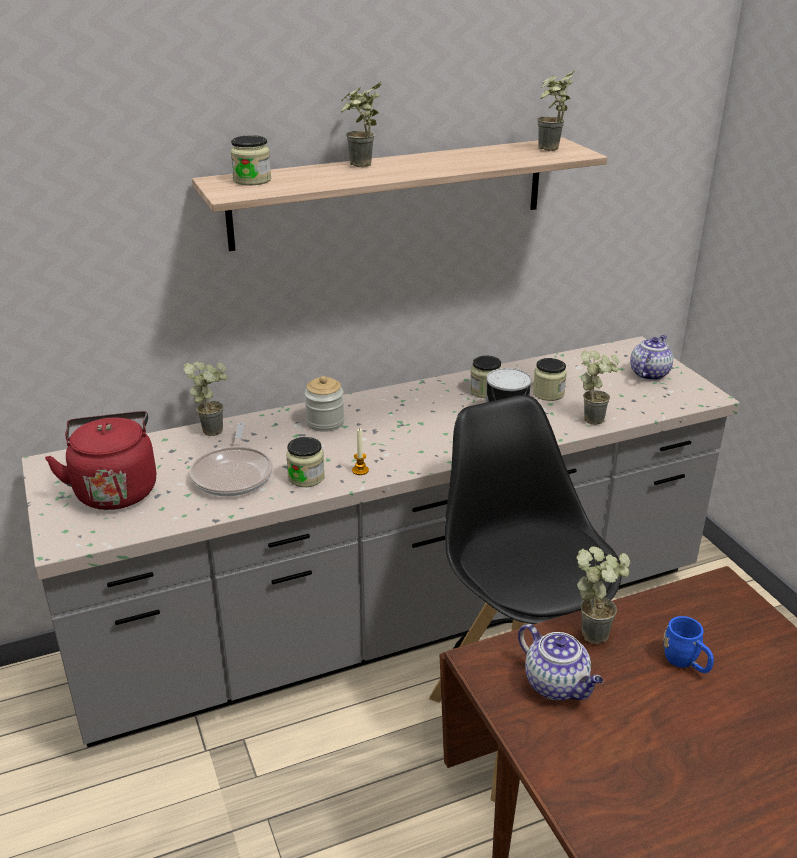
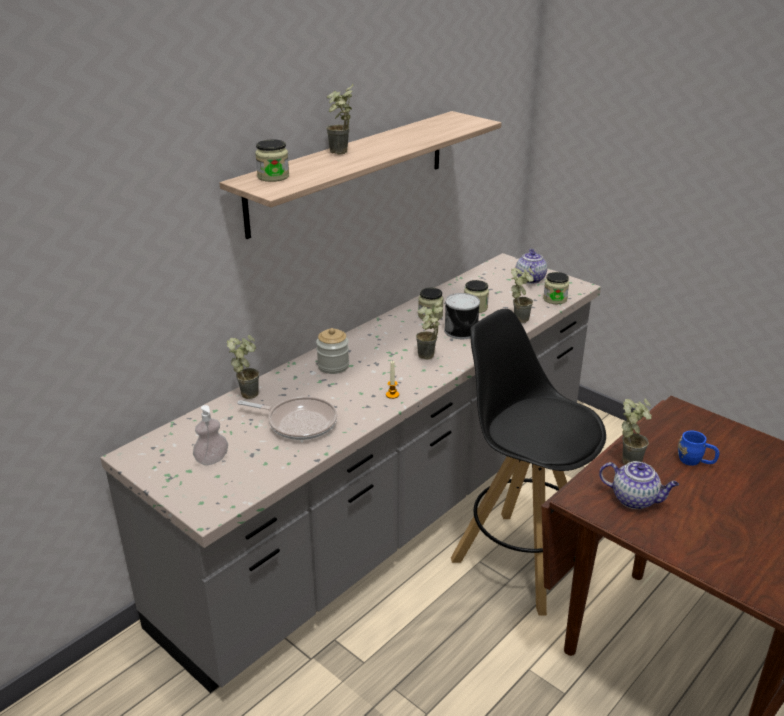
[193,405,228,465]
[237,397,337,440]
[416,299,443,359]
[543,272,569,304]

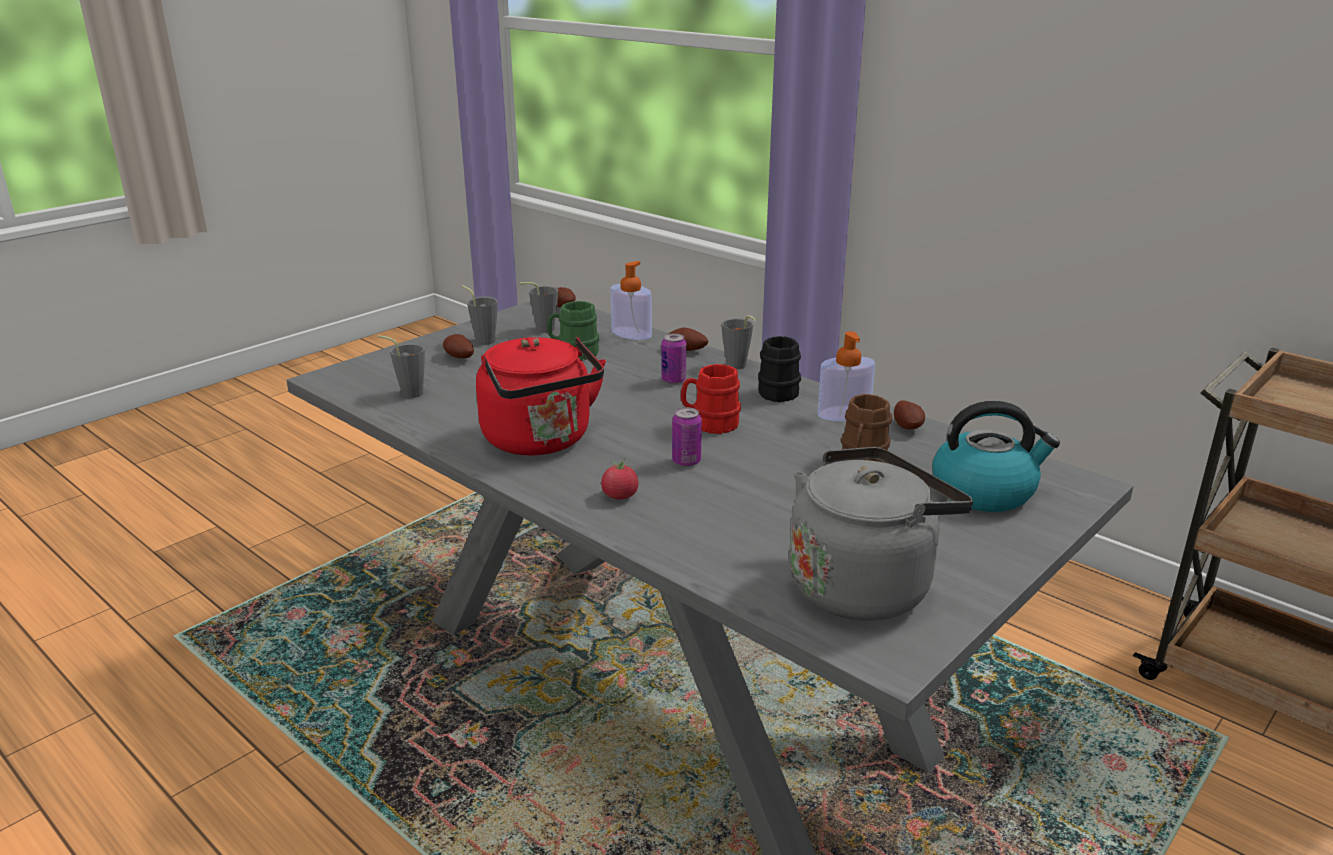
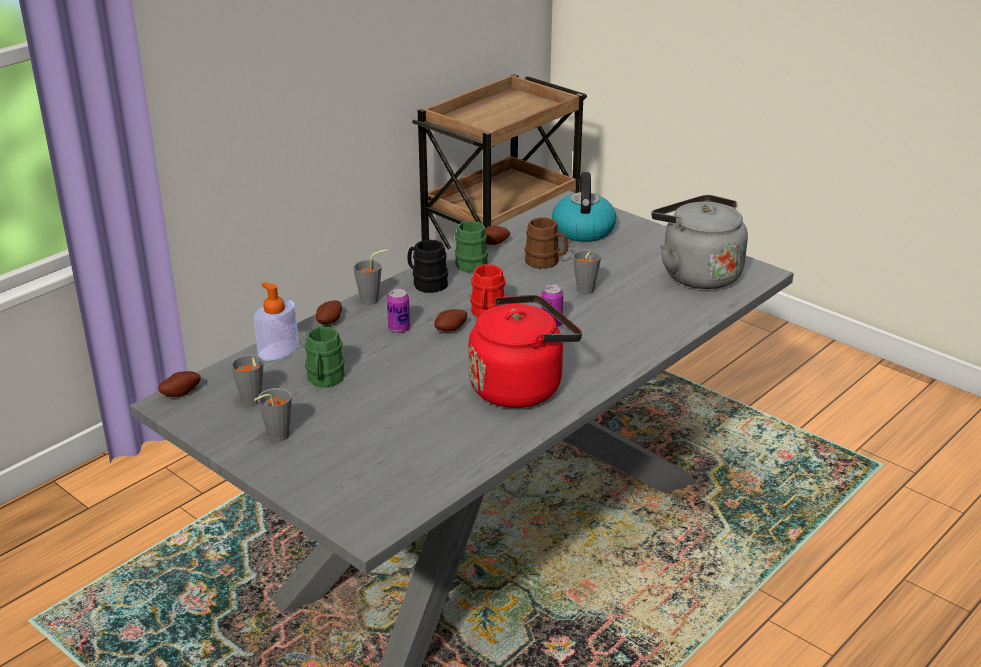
[434,309,467,331]
[455,221,488,273]
[573,250,601,294]
[601,459,638,499] (first image)

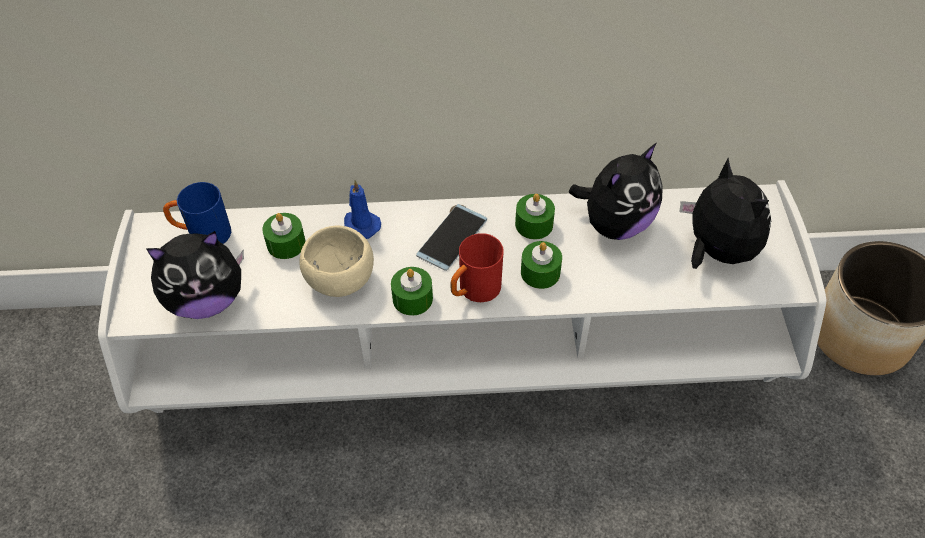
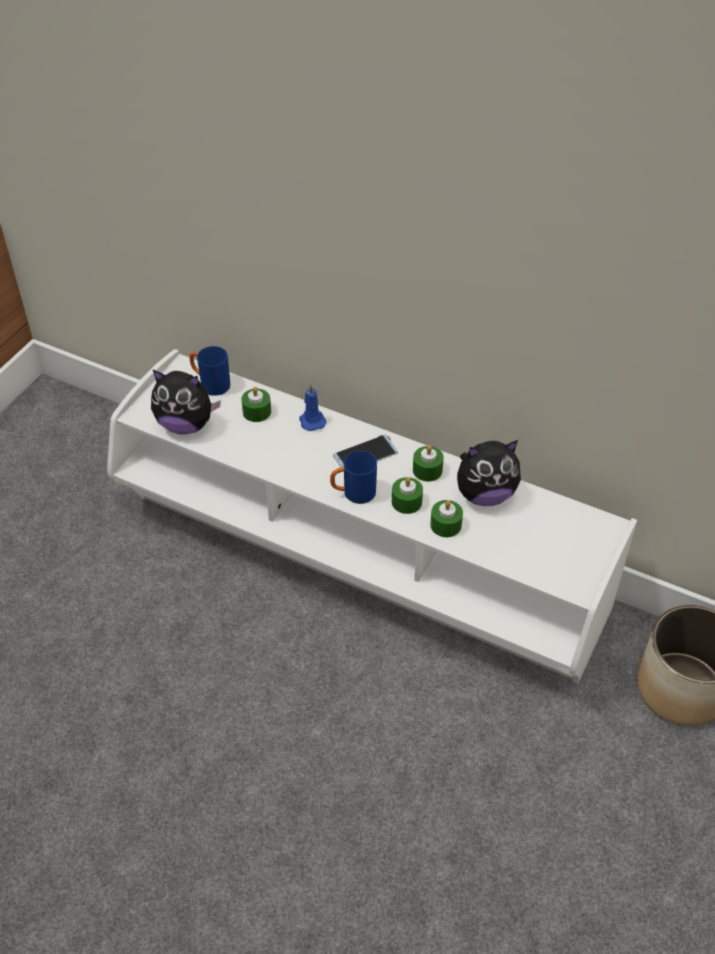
[330,451,377,504]
[430,500,463,537]
[299,225,374,297] (first image)
[679,158,771,269] (first image)

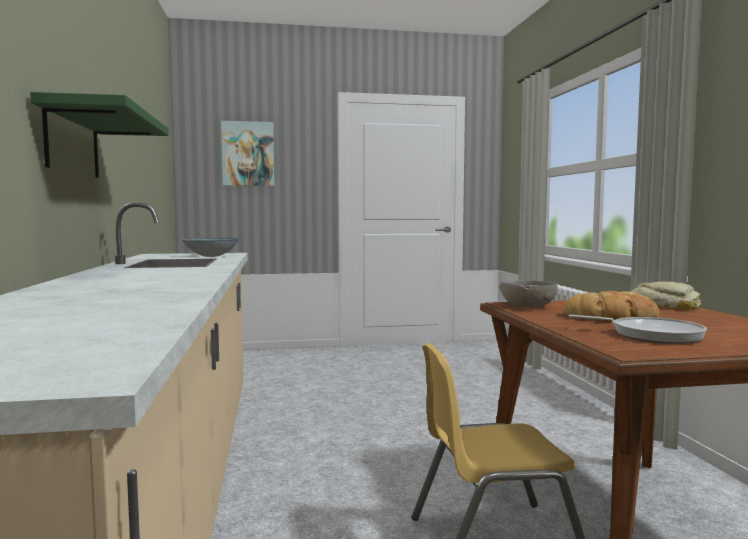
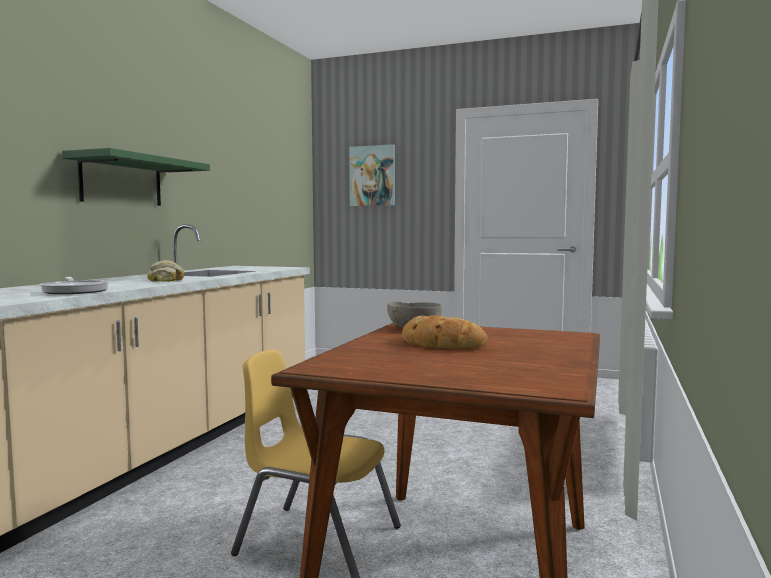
[40,277,109,294]
[147,260,184,281]
[182,238,239,257] (first image)

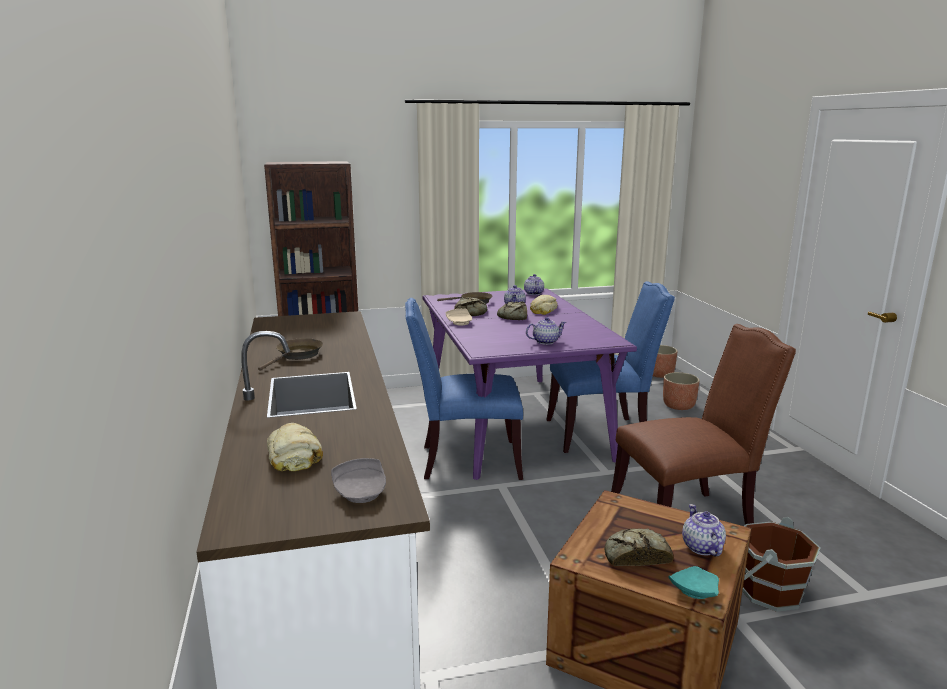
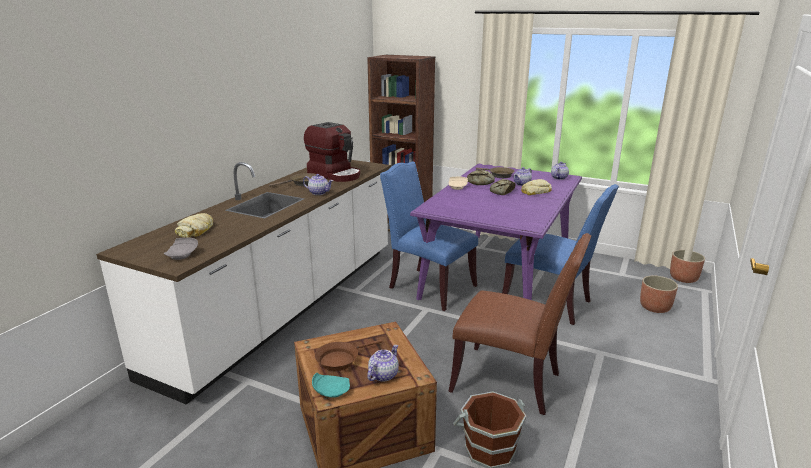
[303,174,333,195]
[304,122,360,182]
[315,340,382,371]

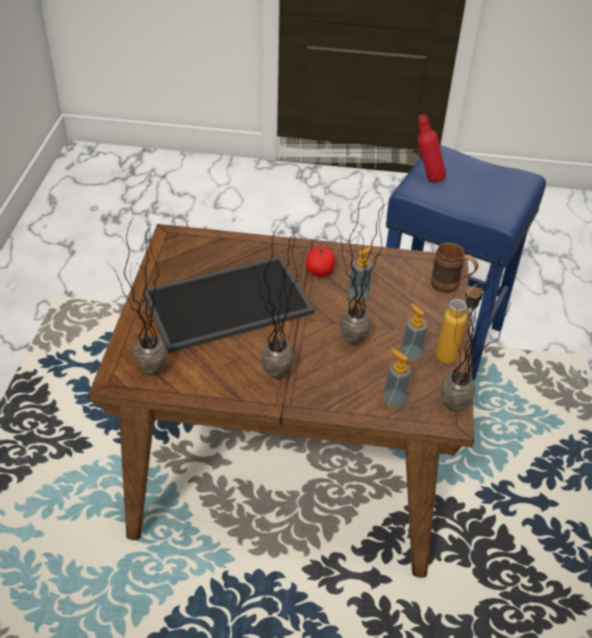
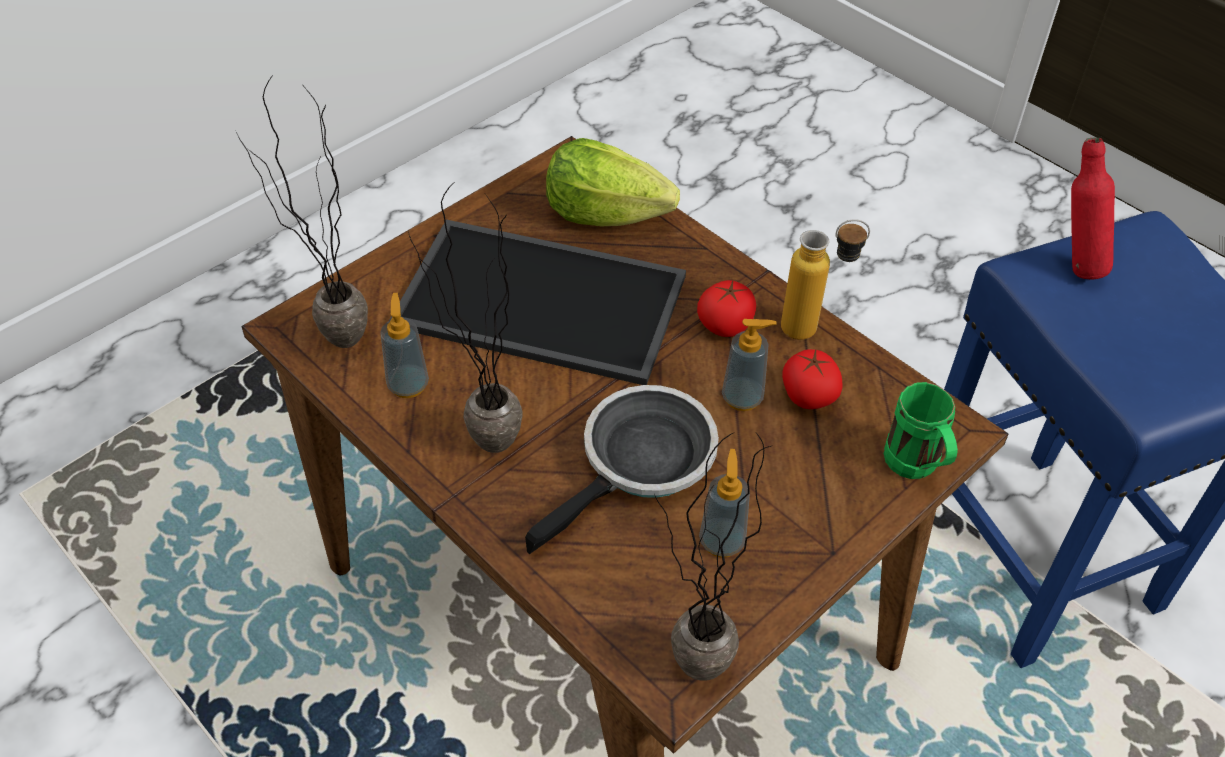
[380,293,429,398]
[525,385,719,554]
[546,138,680,226]
[781,219,870,340]
[782,349,842,409]
[883,382,958,479]

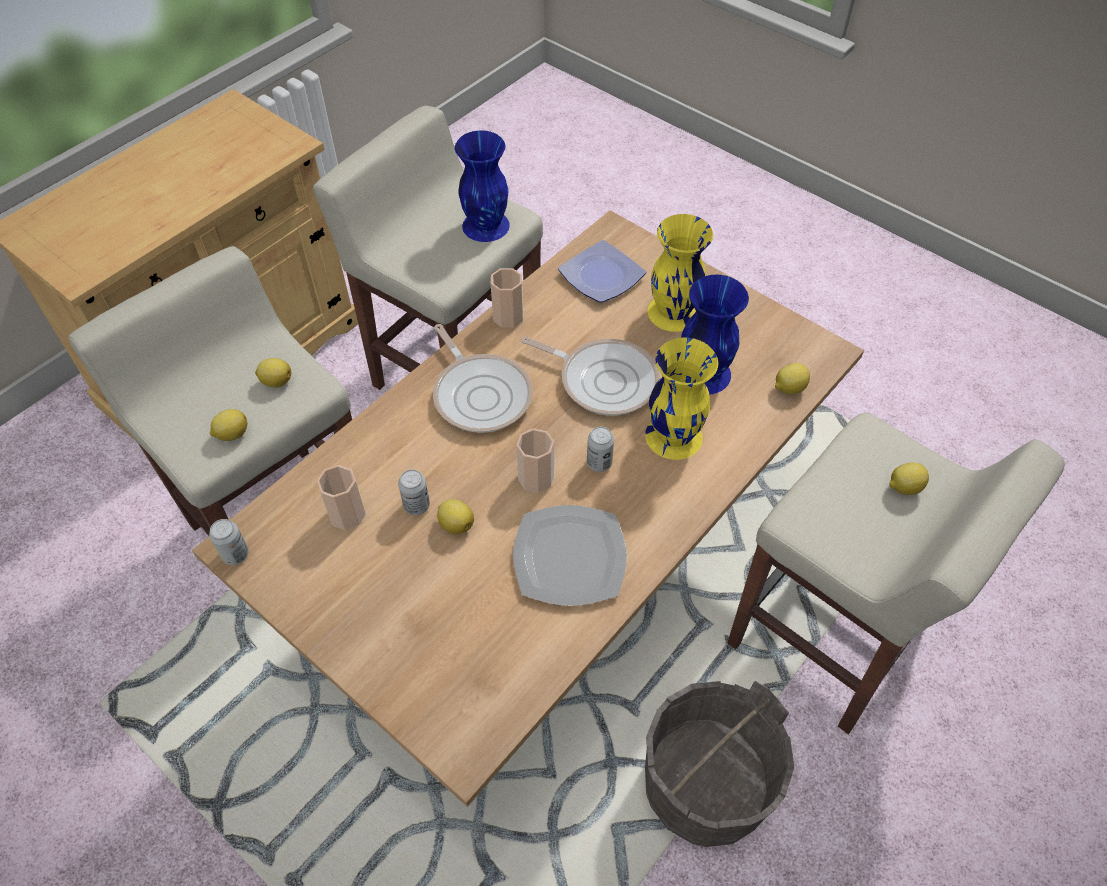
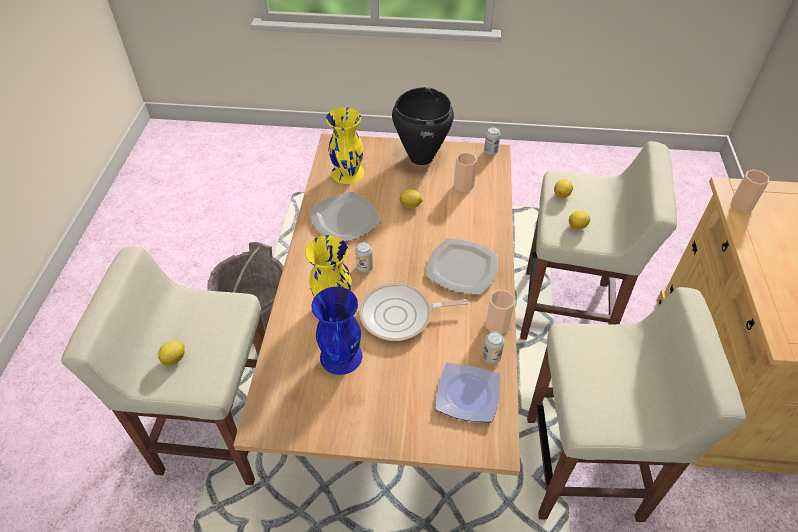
[326,107,364,184]
[392,87,454,165]
[426,238,499,295]
[483,331,505,364]
[731,170,769,212]
[455,130,510,242] (first image)
[775,363,810,394] (first image)

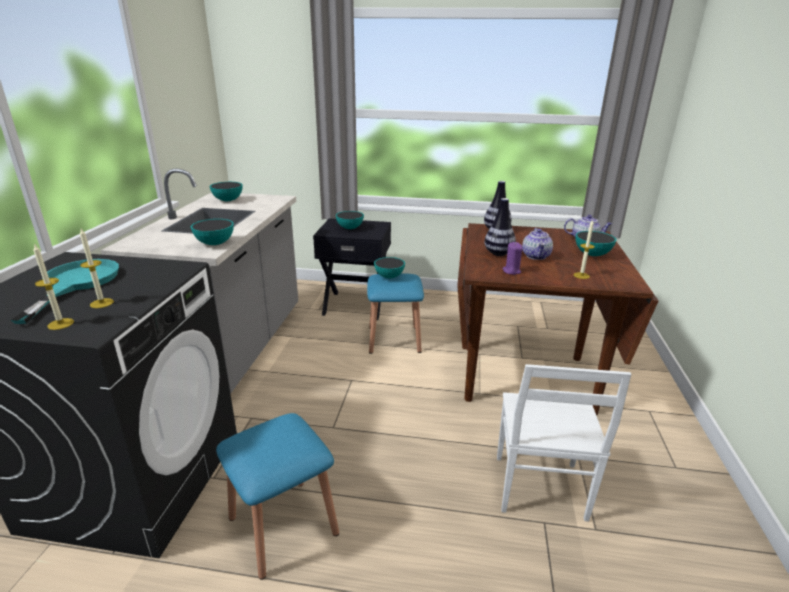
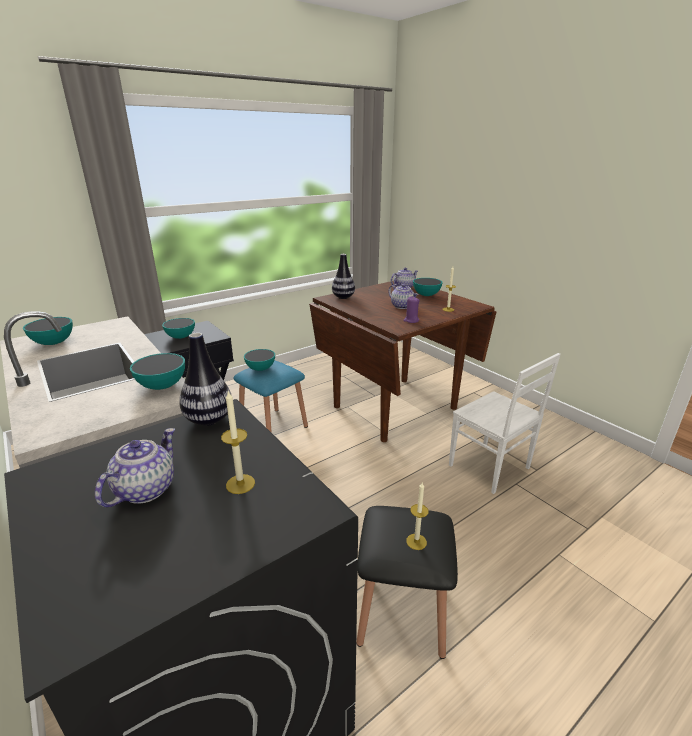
[95,428,175,507]
[179,333,232,426]
[356,506,458,659]
[406,483,429,550]

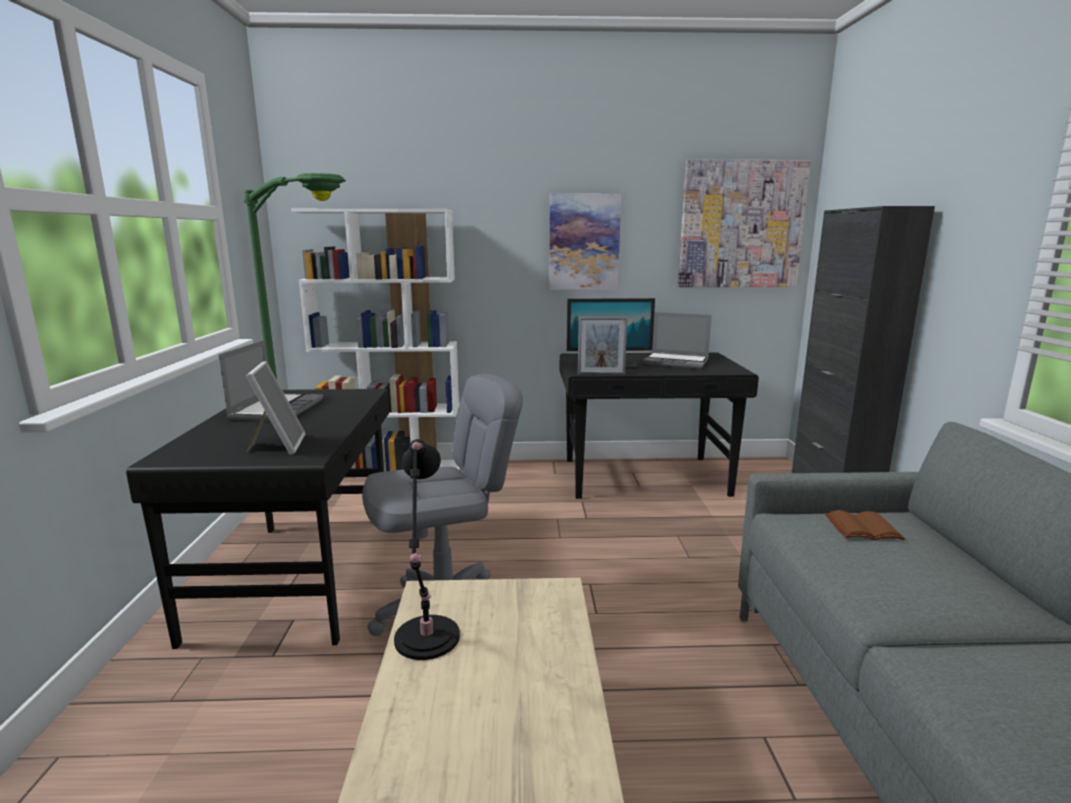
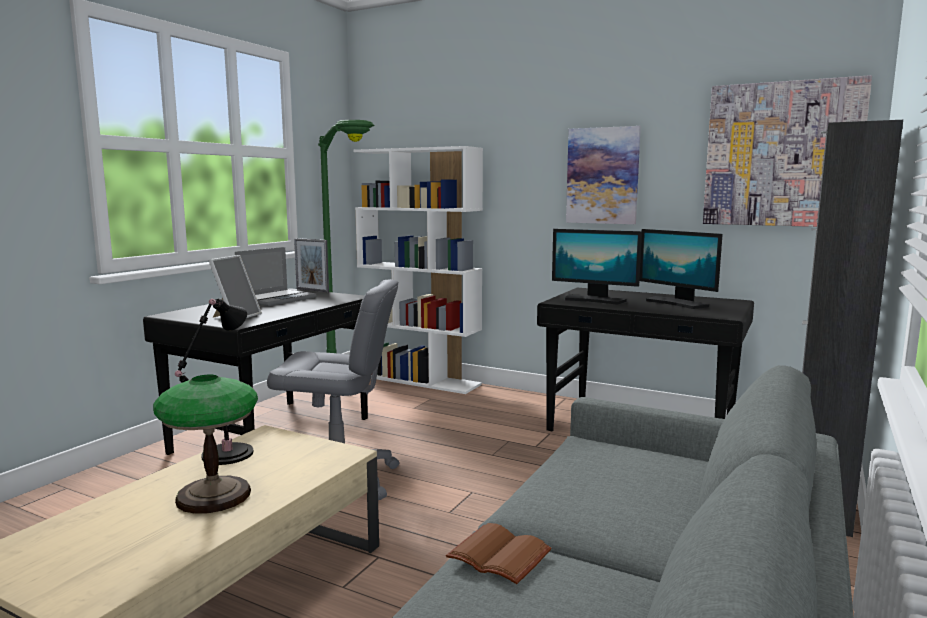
[153,375,258,514]
[294,238,329,292]
[446,523,552,584]
[639,229,723,309]

